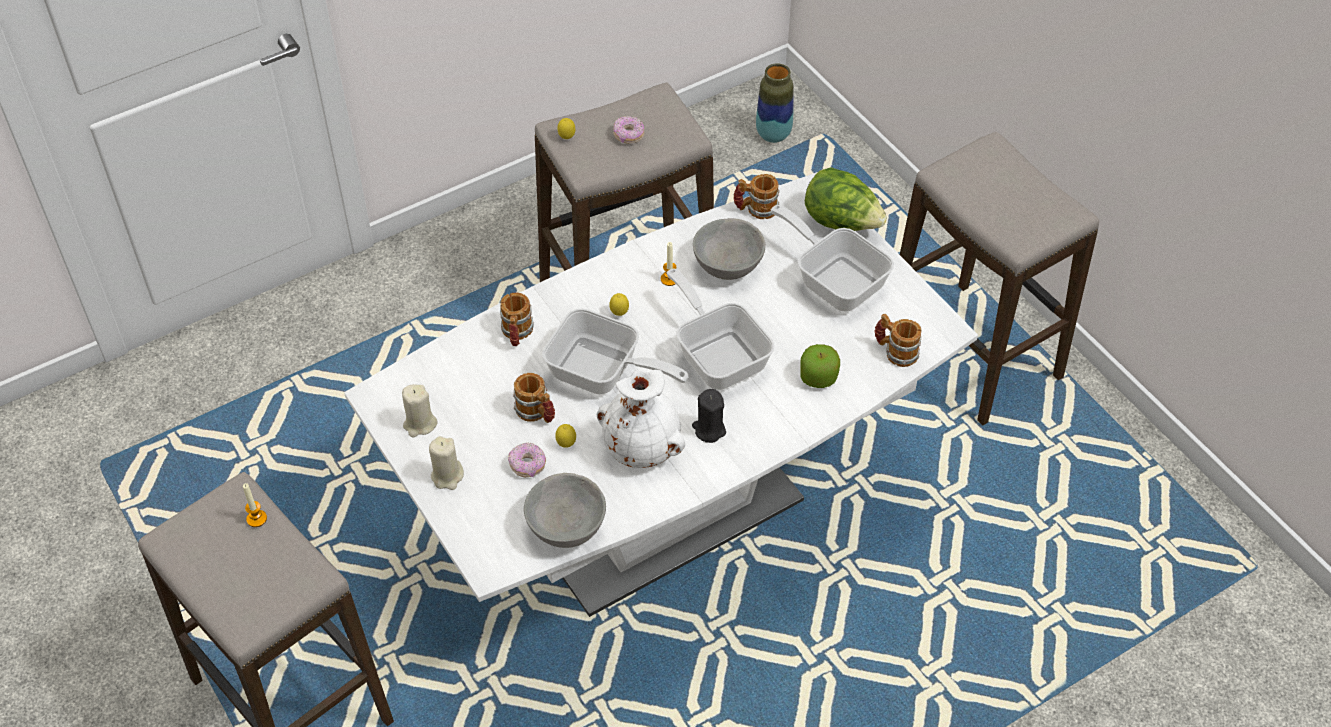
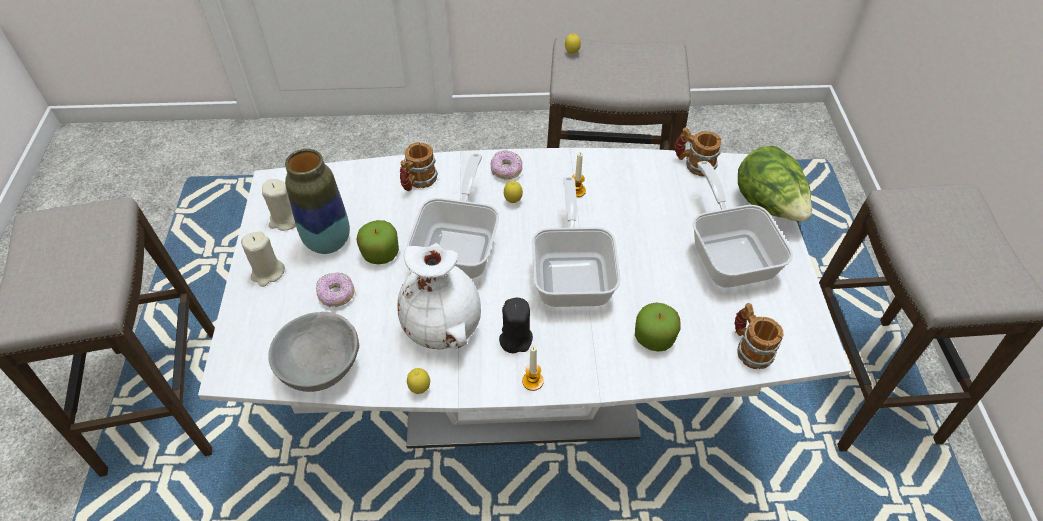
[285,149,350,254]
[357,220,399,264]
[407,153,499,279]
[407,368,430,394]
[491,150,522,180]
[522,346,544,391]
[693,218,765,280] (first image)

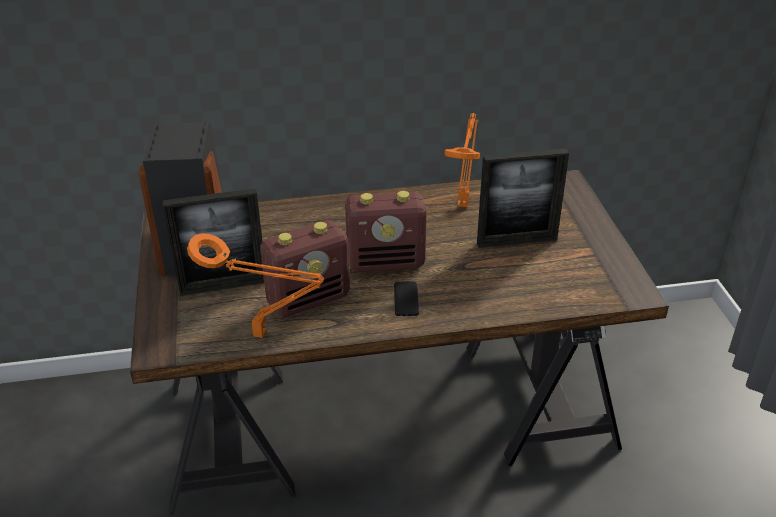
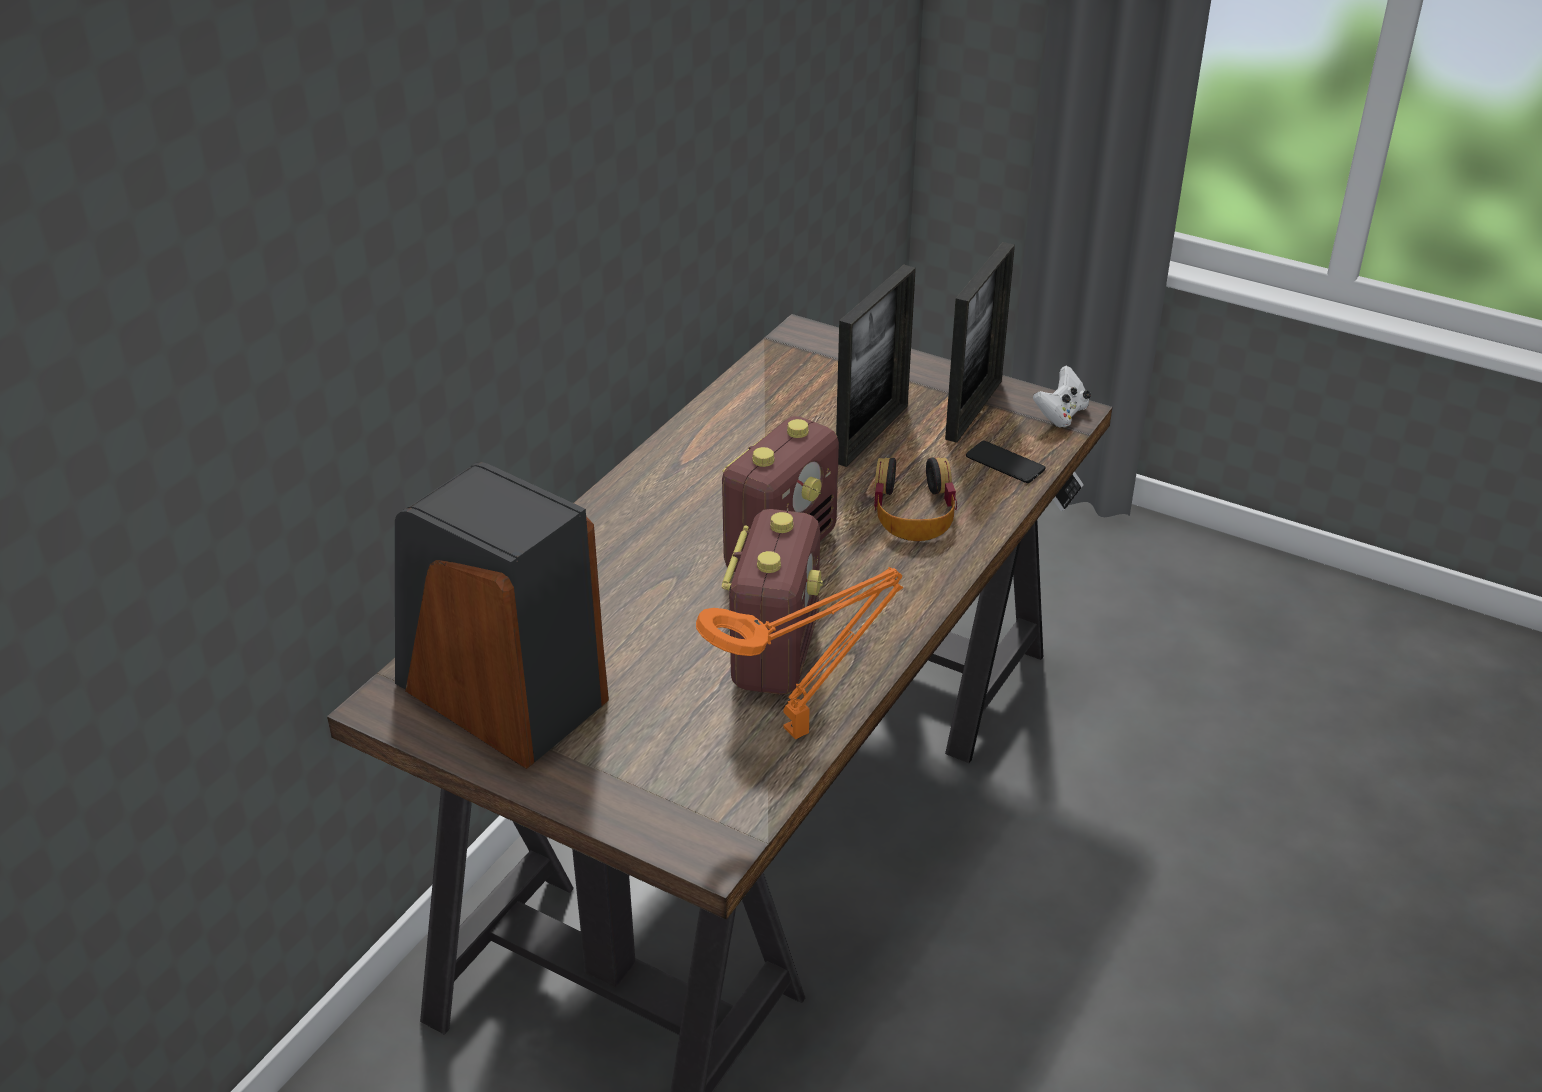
[874,457,957,541]
[945,242,1015,443]
[966,441,1045,483]
[1033,366,1091,428]
[444,113,480,207] (first image)

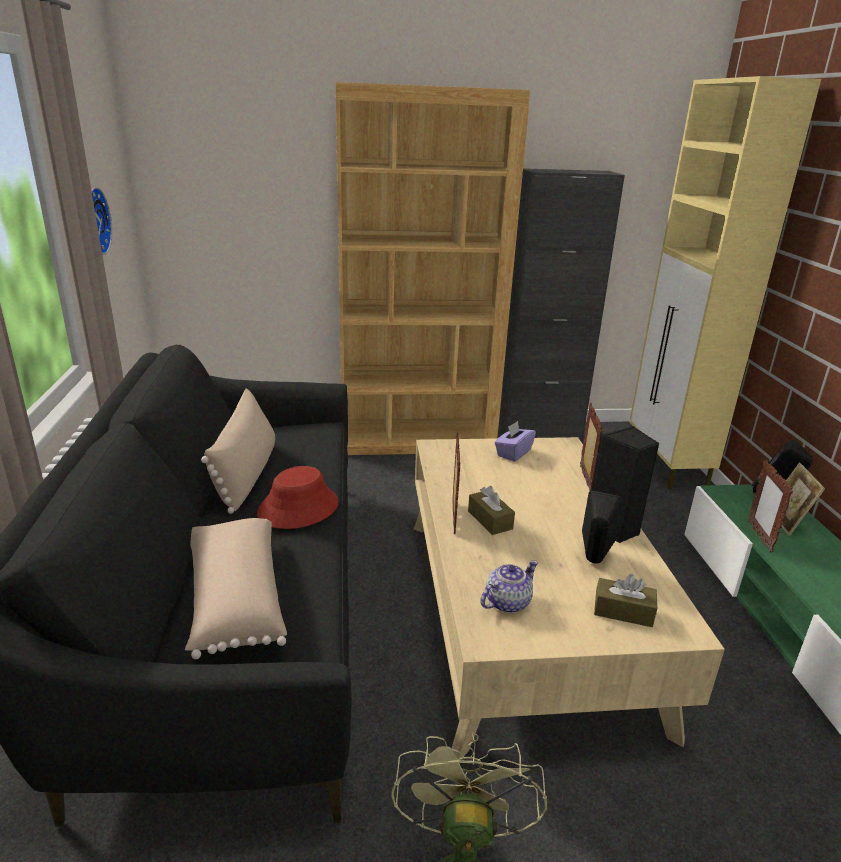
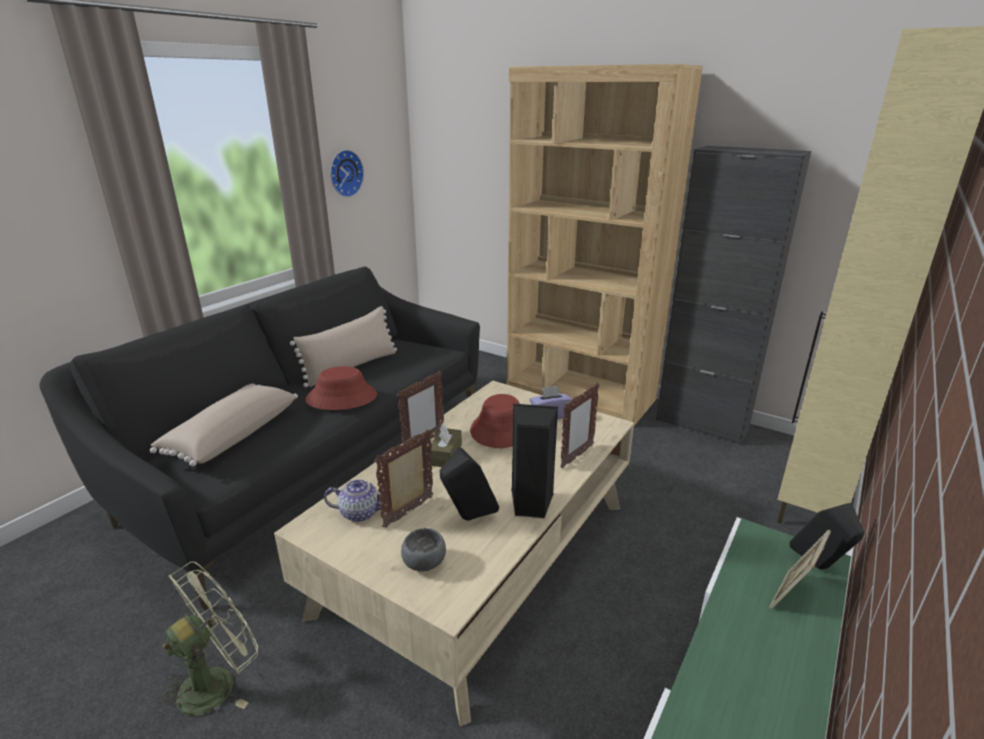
[374,429,433,528]
[401,528,446,572]
[470,394,520,448]

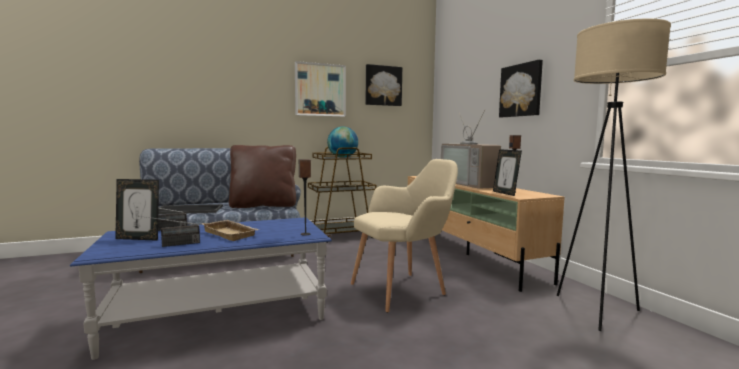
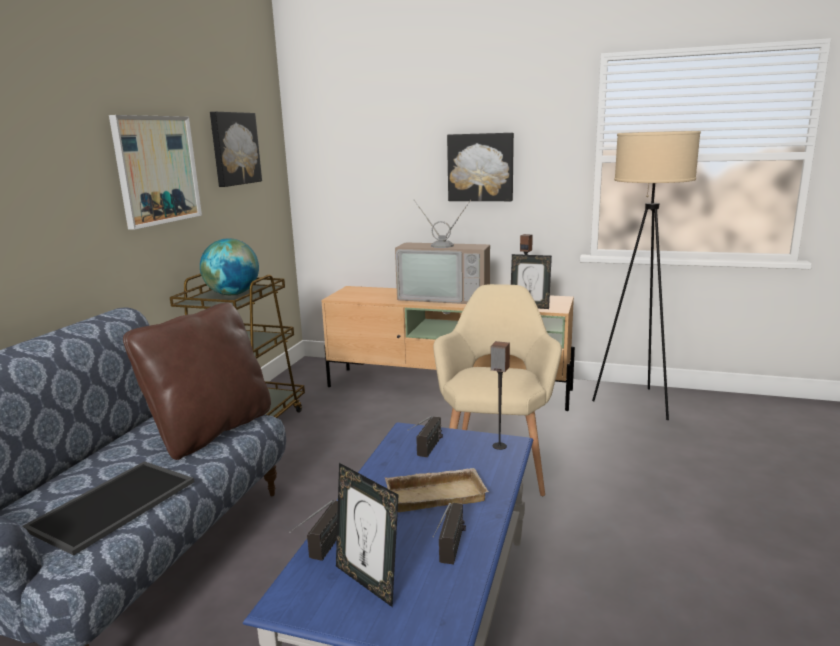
[336,463,398,607]
[408,416,443,457]

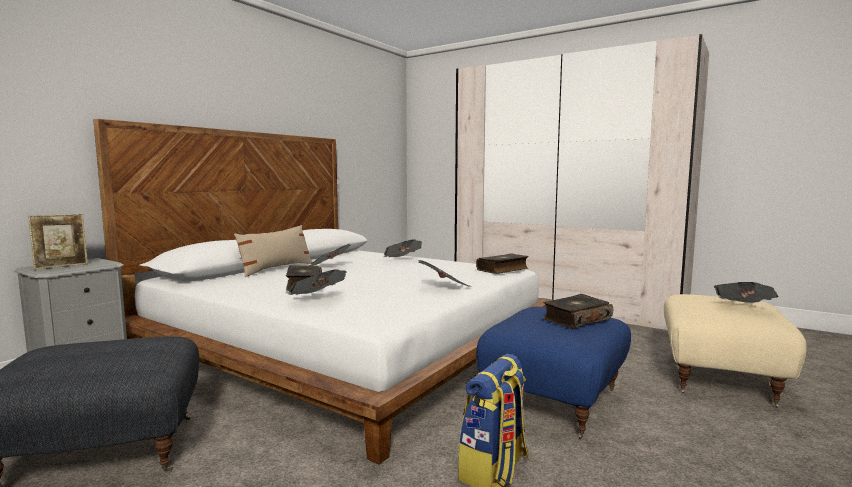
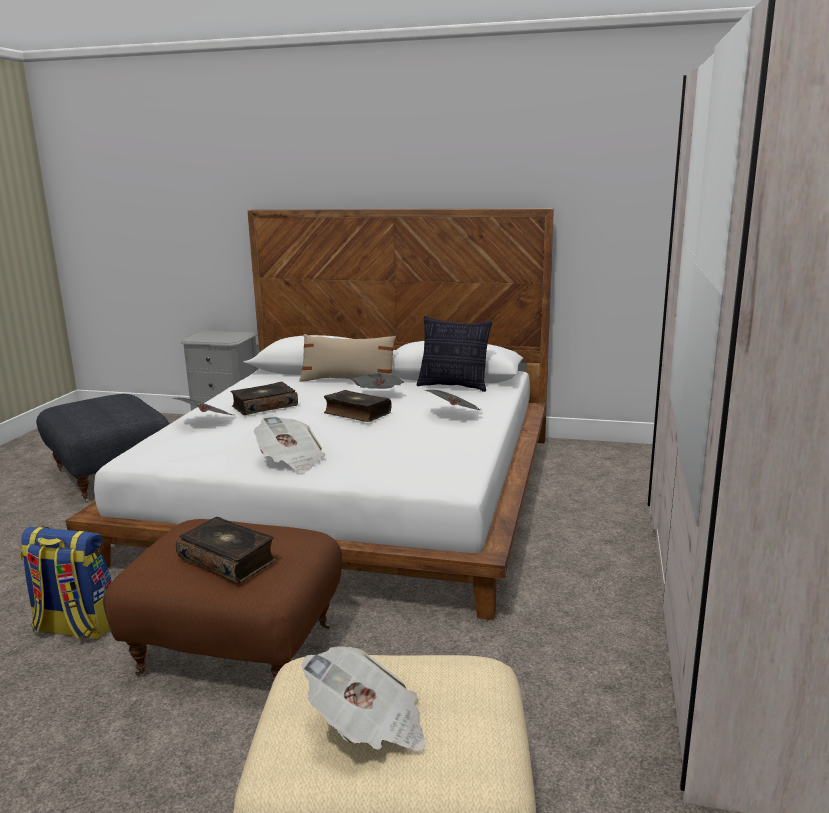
[103,519,342,679]
[324,390,391,422]
[417,316,492,392]
[28,214,88,270] (first image)

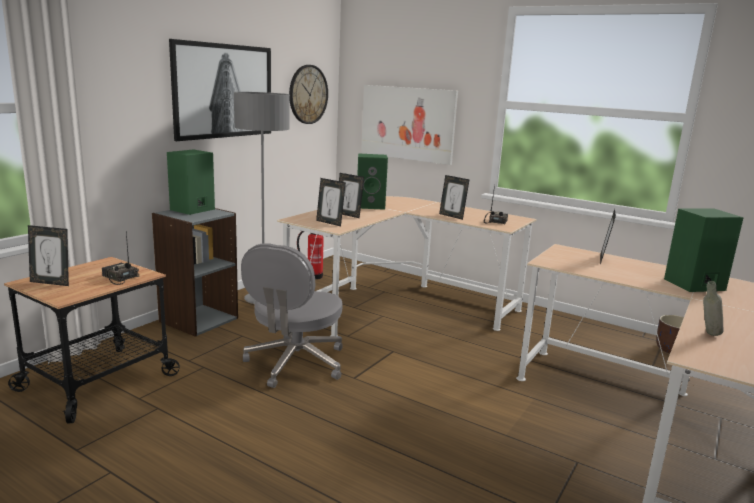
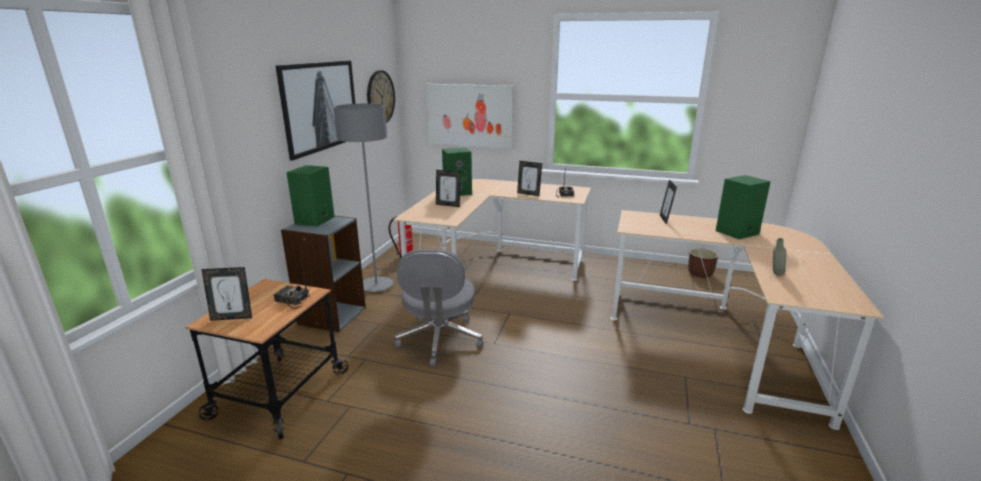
[316,178,346,226] (first image)

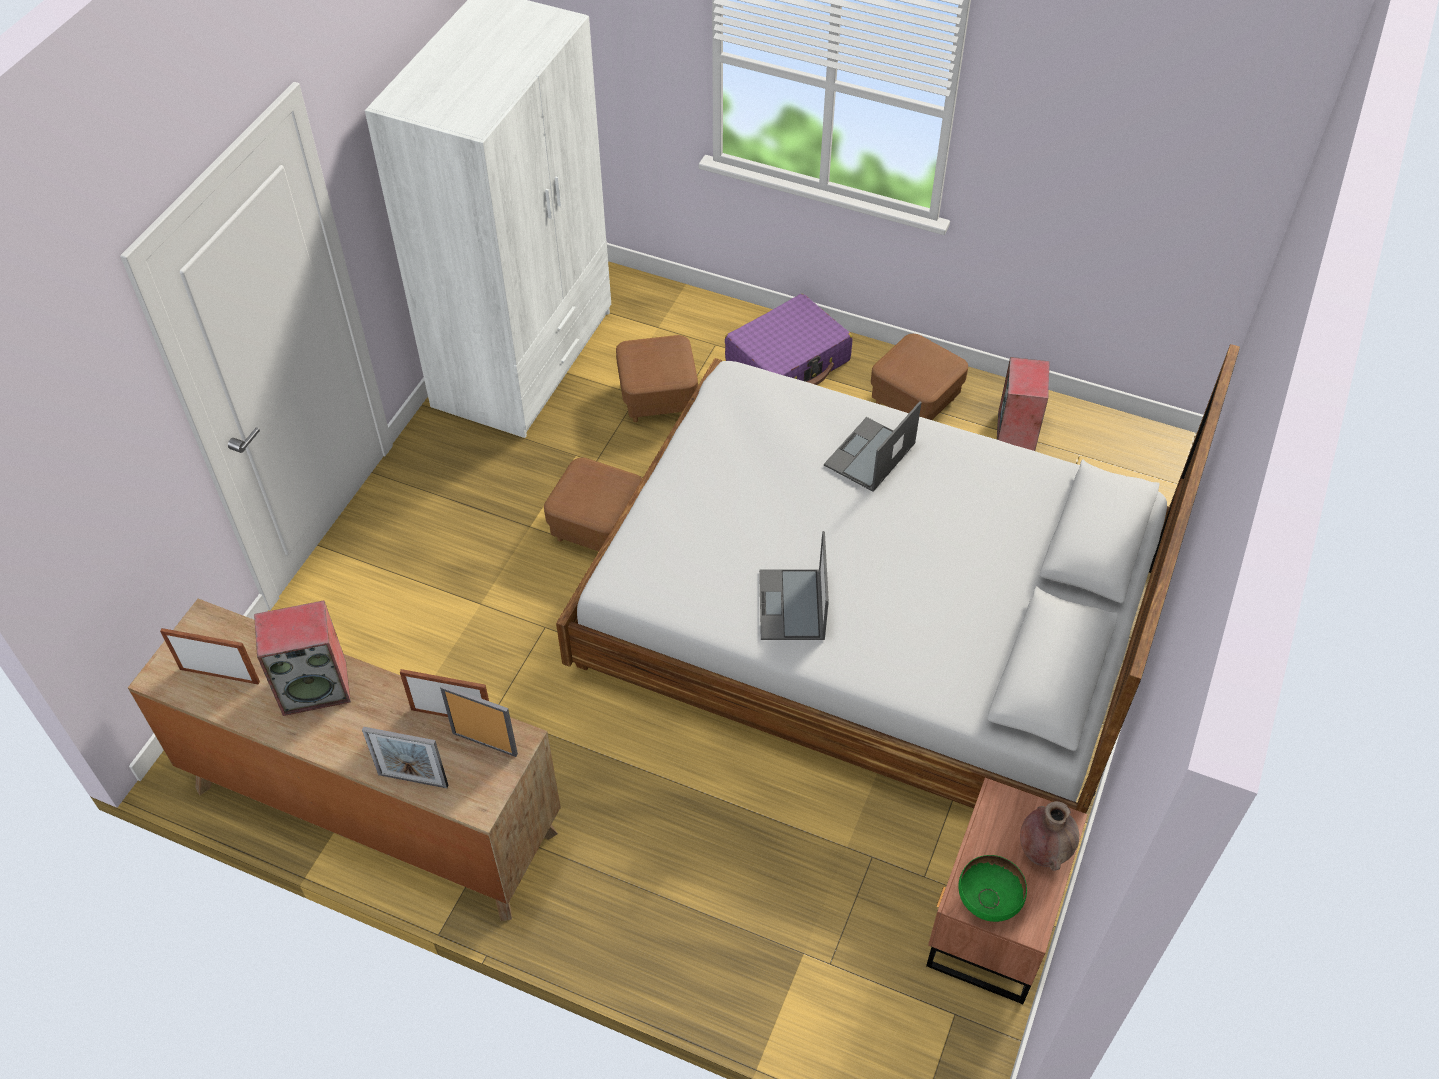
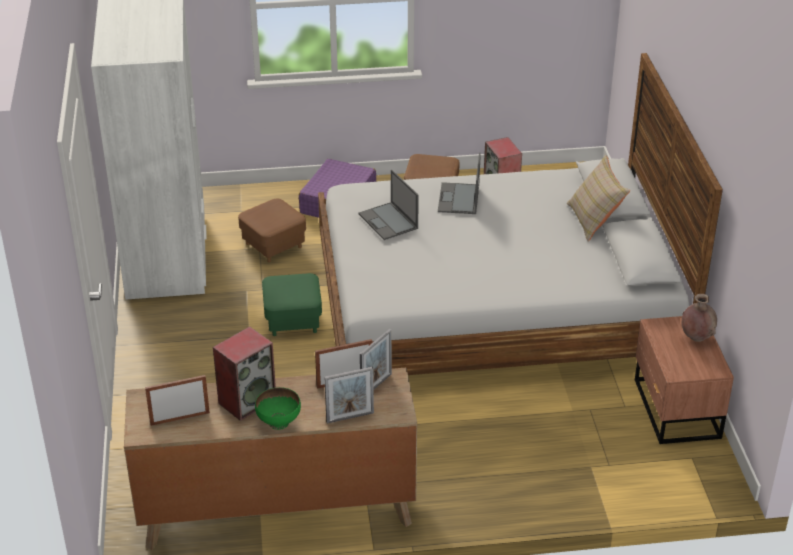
[255,387,301,430]
[262,273,322,336]
[358,170,419,240]
[360,329,392,389]
[567,155,630,242]

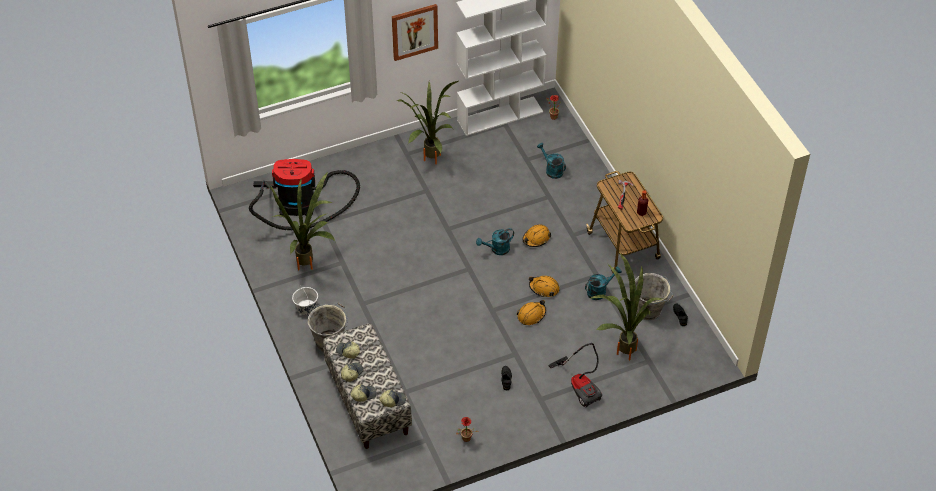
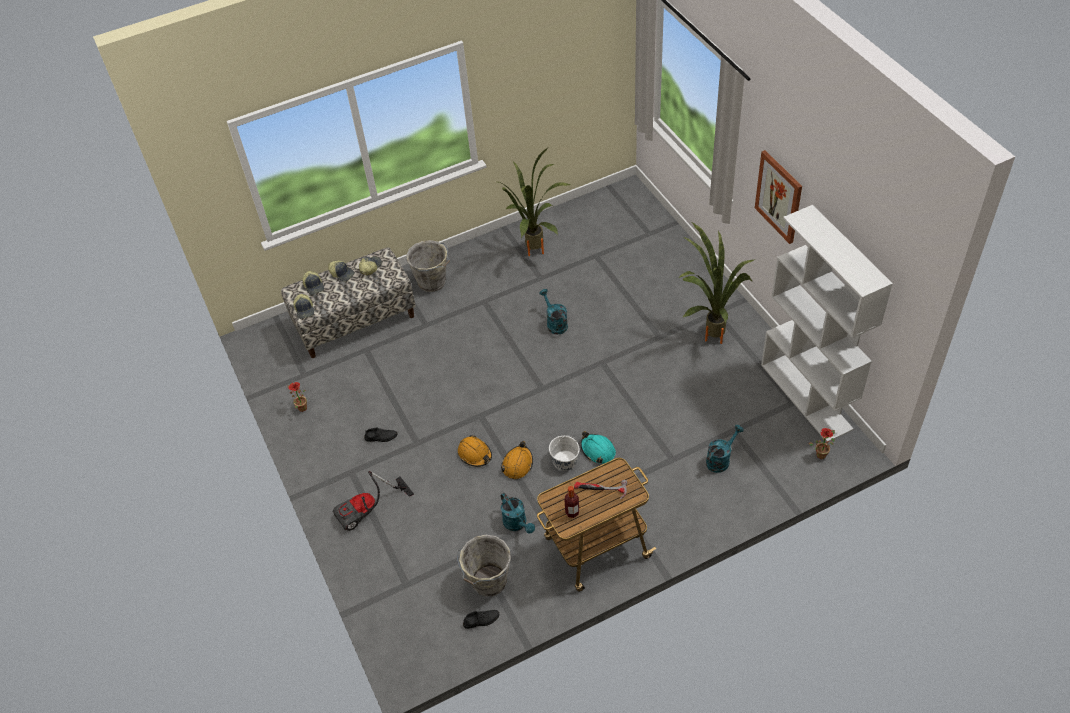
[539,289,568,334]
[549,436,580,471]
[581,431,616,464]
[249,159,360,230] (first image)
[589,253,663,361] (first image)

